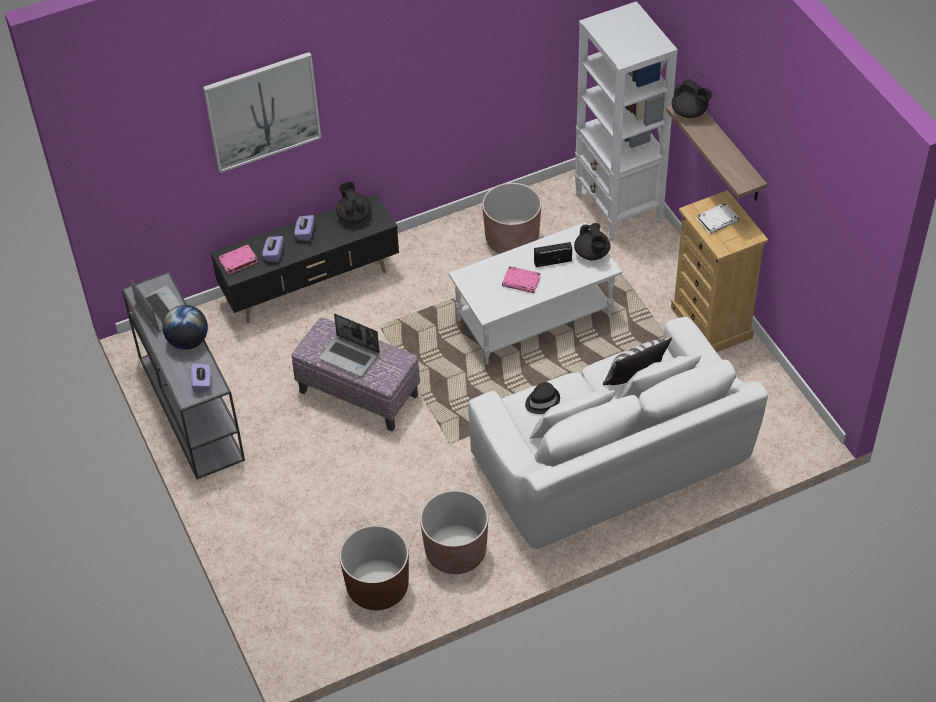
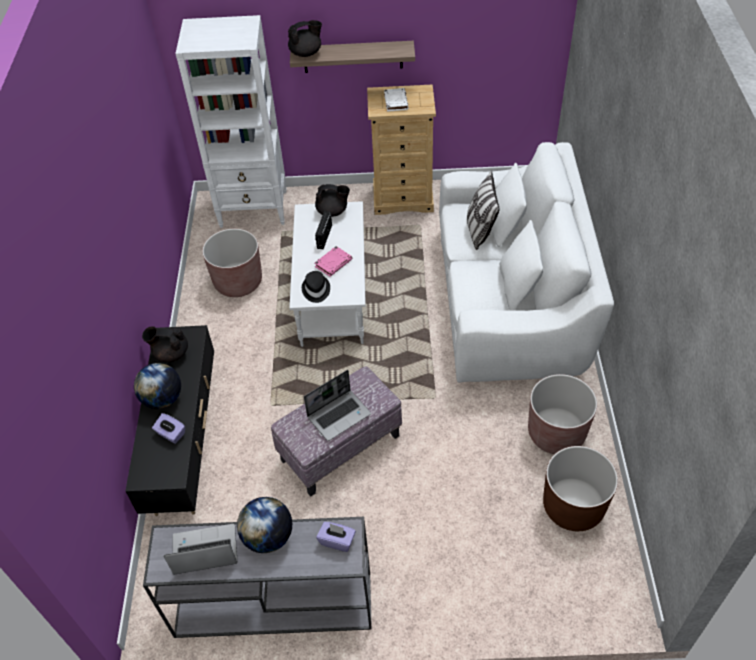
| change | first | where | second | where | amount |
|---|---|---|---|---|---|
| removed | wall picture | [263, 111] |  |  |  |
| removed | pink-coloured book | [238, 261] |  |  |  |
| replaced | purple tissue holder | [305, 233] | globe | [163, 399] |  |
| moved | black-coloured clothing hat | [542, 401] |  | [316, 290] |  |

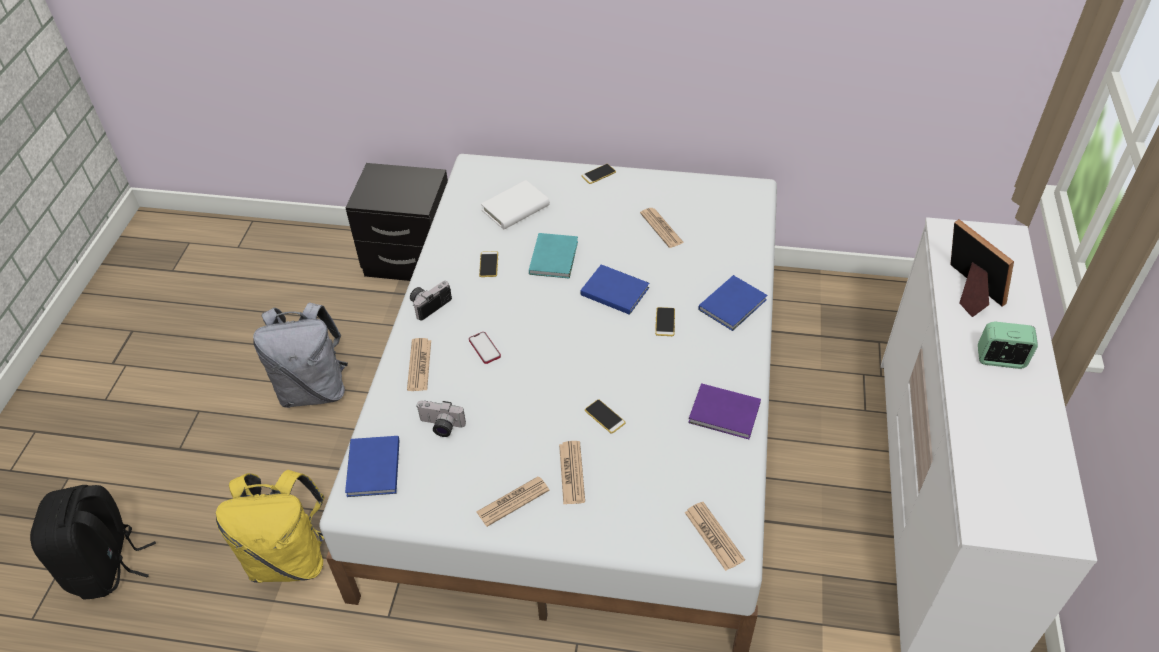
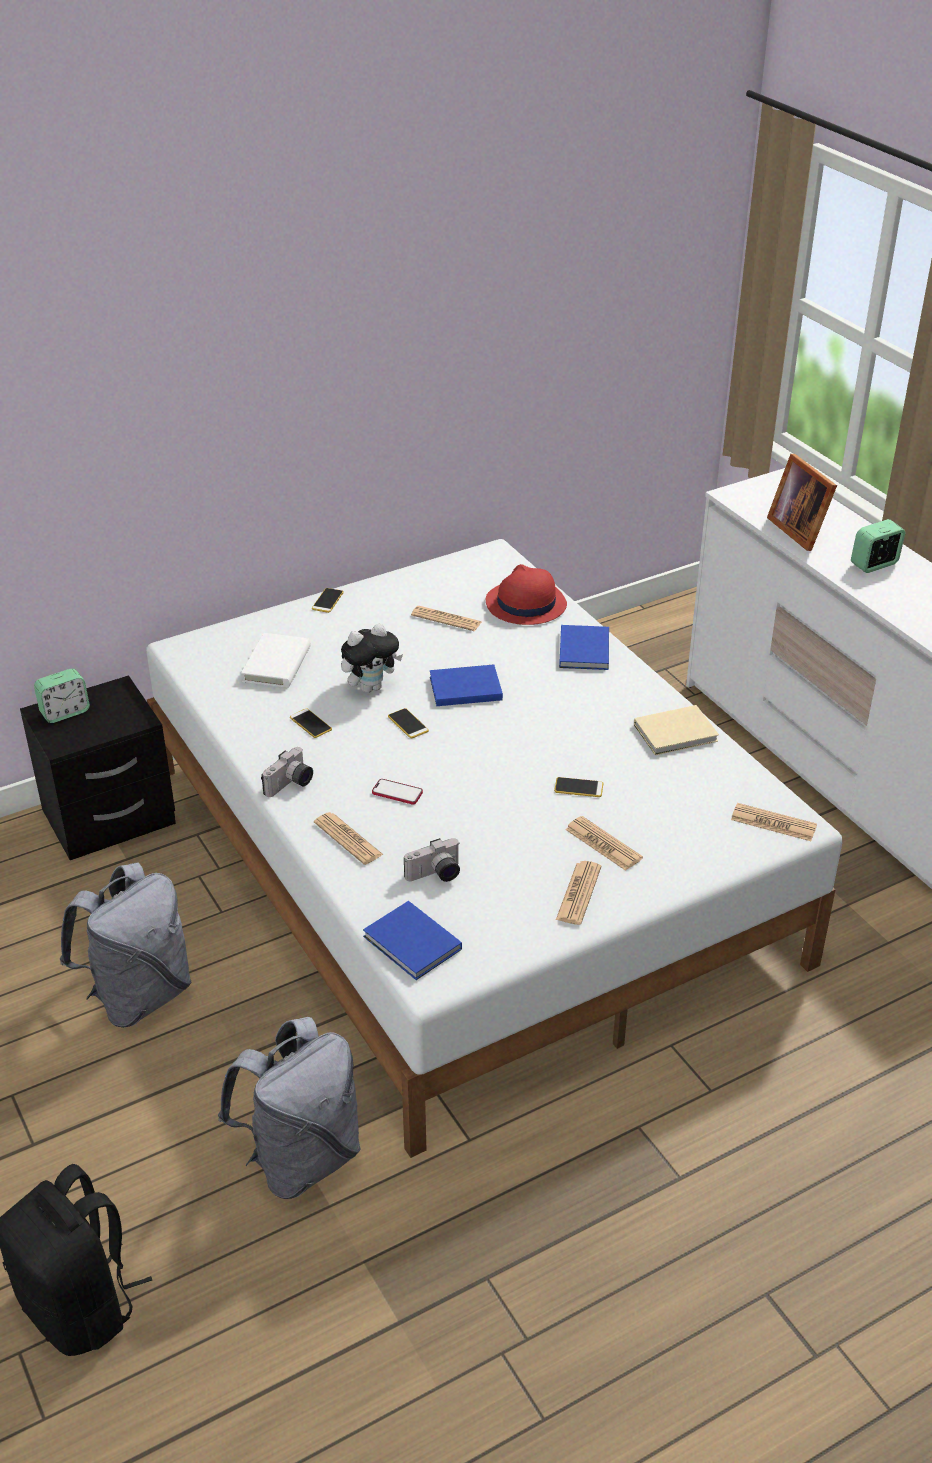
| change | first | where | second | where | amount |
|---|---|---|---|---|---|
| recoloured | yellow-coloured backpack | [290, 558] | gray backpack | [301, 1158] |  |
| turned | still camera | [429, 304] |  | [291, 785] | 150 degrees counterclockwise |
| replaced | turquoise book | [555, 256] | plush toy | [371, 687] |  |
| moved | handset | [665, 322] |  | [408, 724] |  |
| recoloured | purple book | [726, 414] | beige book | [678, 733] |  |
| turned | picture frame | [969, 292] |  | [799, 530] | 135 degrees counterclockwise |
| added |  |  | alarm clock | [65, 712] |  |
| added |  |  | red clothing hat | [525, 604] |  |

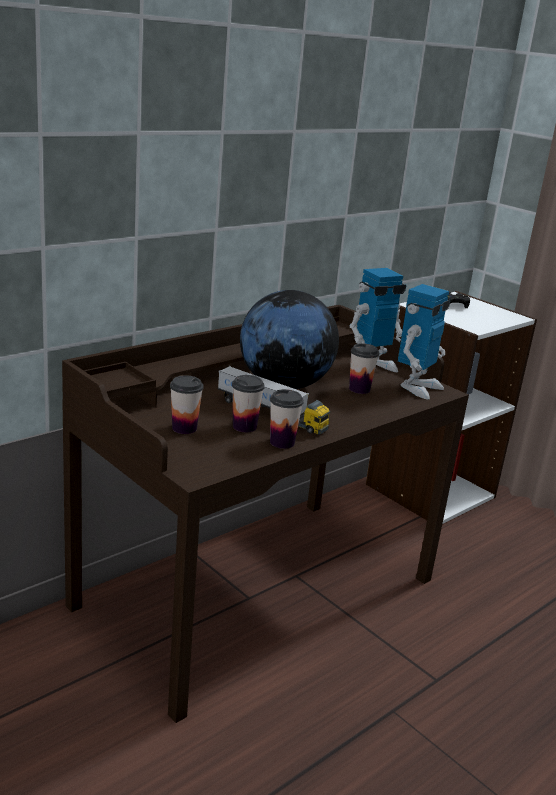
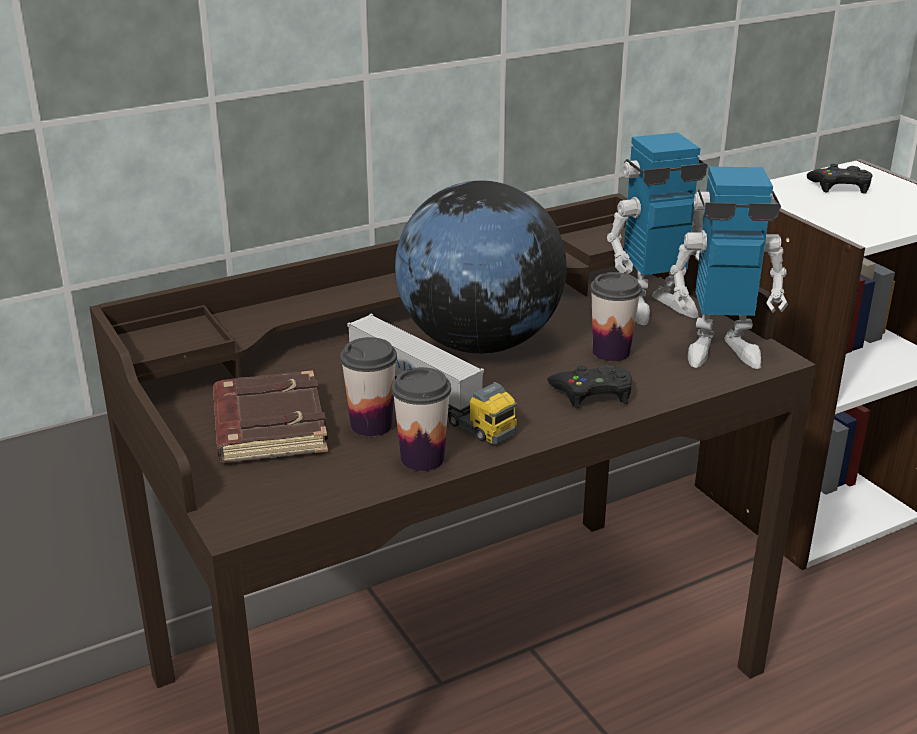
| change | first | where | second | where | amount |
|---|---|---|---|---|---|
| replaced | cup | [184, 428] | brown book | [267, 426] |  |
| turned | model robot | [417, 387] |  | [720, 350] | 45 degrees clockwise |
| added |  |  | black-coloured joypad | [593, 393] |  |

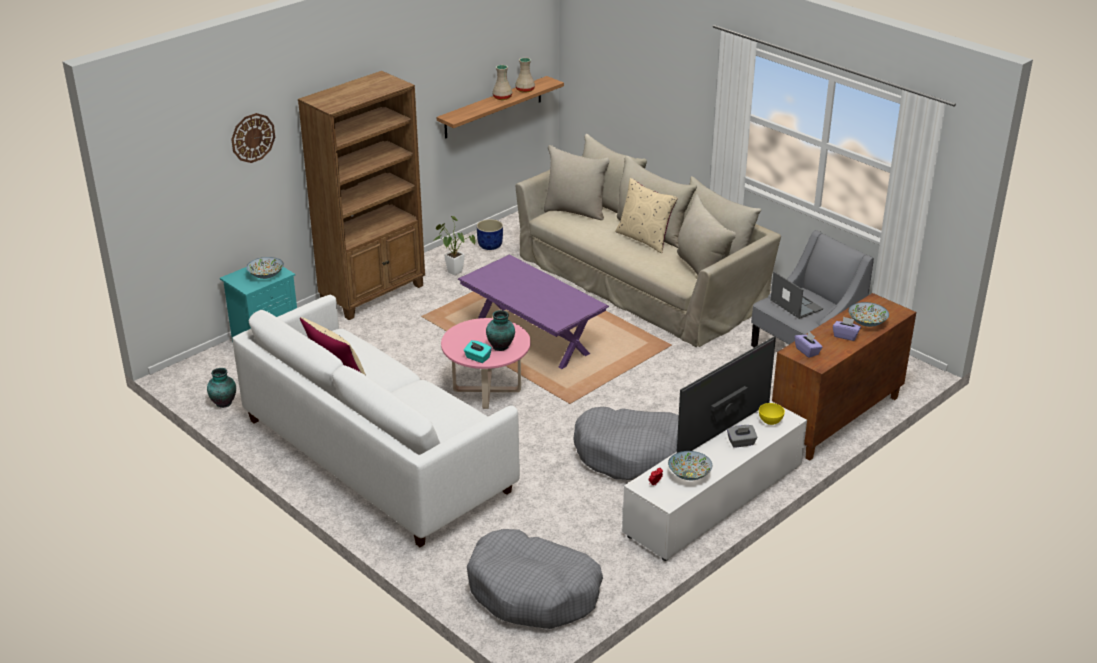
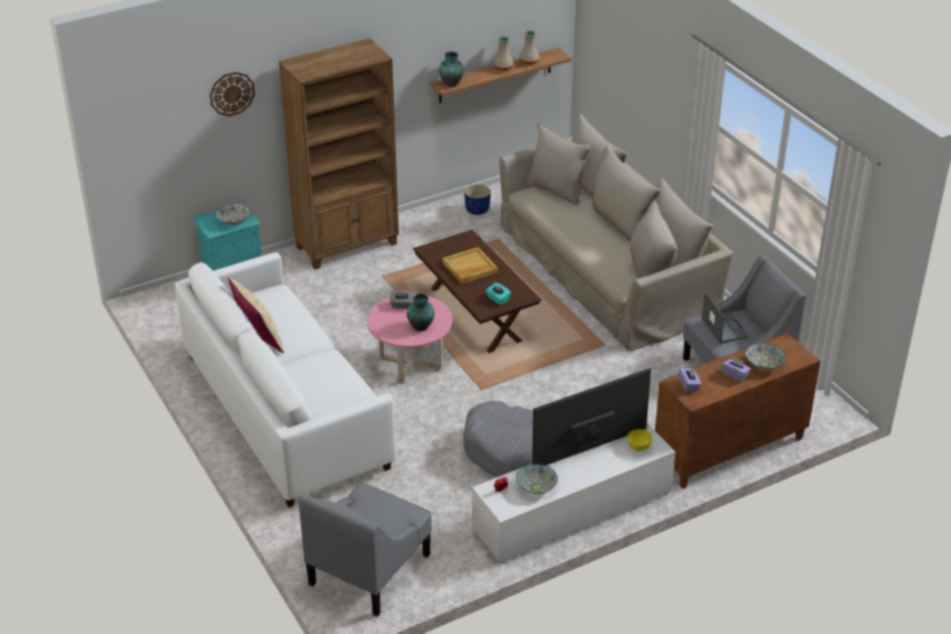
| change | first | where | second | where | amount |
|---|---|---|---|---|---|
| moved | decorative vase | [224, 402] |  | [451, 83] |  |
| removed | potted plant | [453, 271] |  |  |  |
| recoloured | purple coffee table | [532, 337] | brown coffee table | [476, 315] |  |
| moved | turquoise tissue holder | [477, 358] |  | [498, 299] |  |
| replaced | gray dog bed | [533, 592] | gray armchair | [369, 569] |  |
| removed | beige pillow | [644, 239] |  |  |  |
| moved | gray tissue holder | [741, 443] |  | [402, 305] |  |
| added |  |  | beige serving tray | [469, 267] |  |

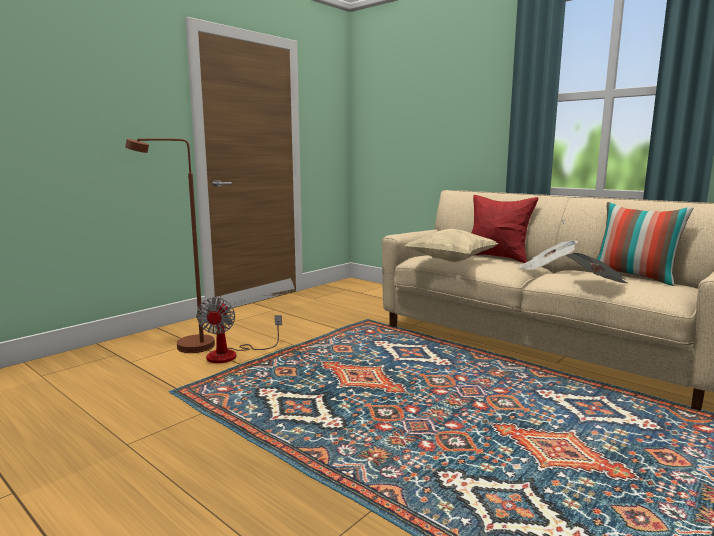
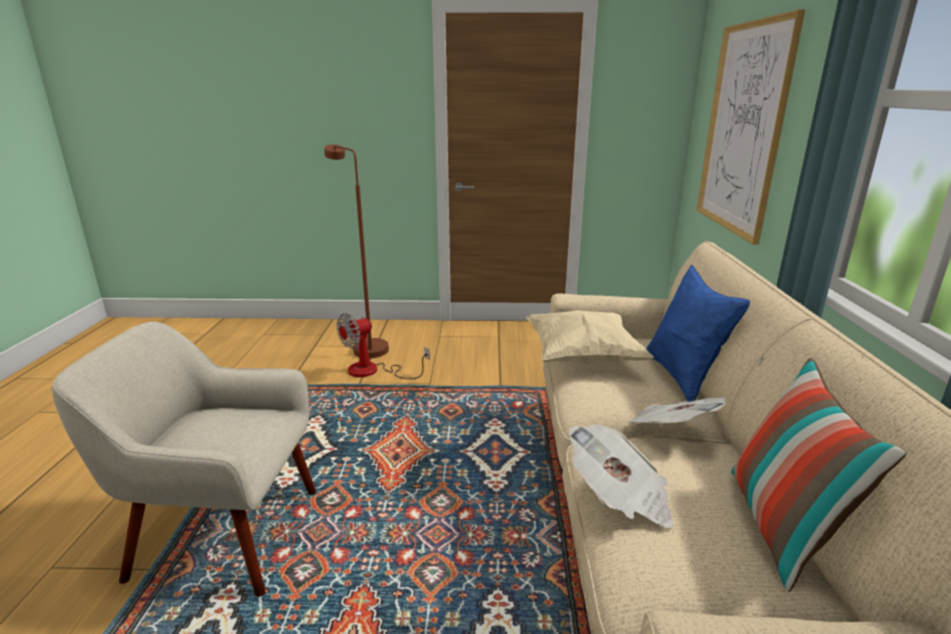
| change | first | where | second | where | amount |
|---|---|---|---|---|---|
| recoloured | red pillow | [497, 258] | blue-coloured pillow | [683, 377] |  |
| added |  |  | beige armchair | [223, 534] |  |
| added |  |  | wall picture | [743, 129] |  |

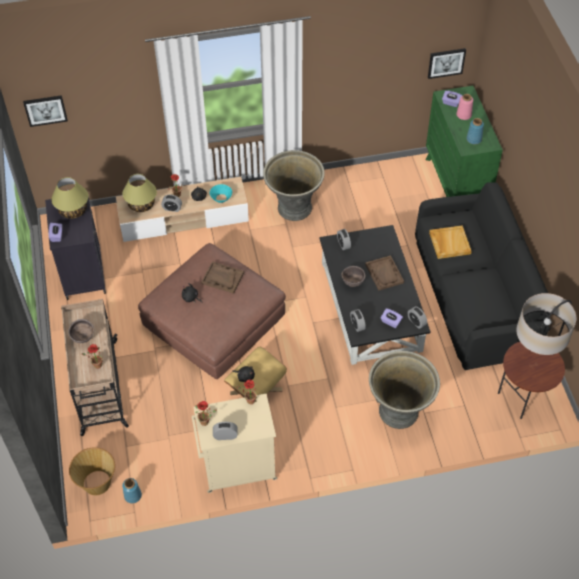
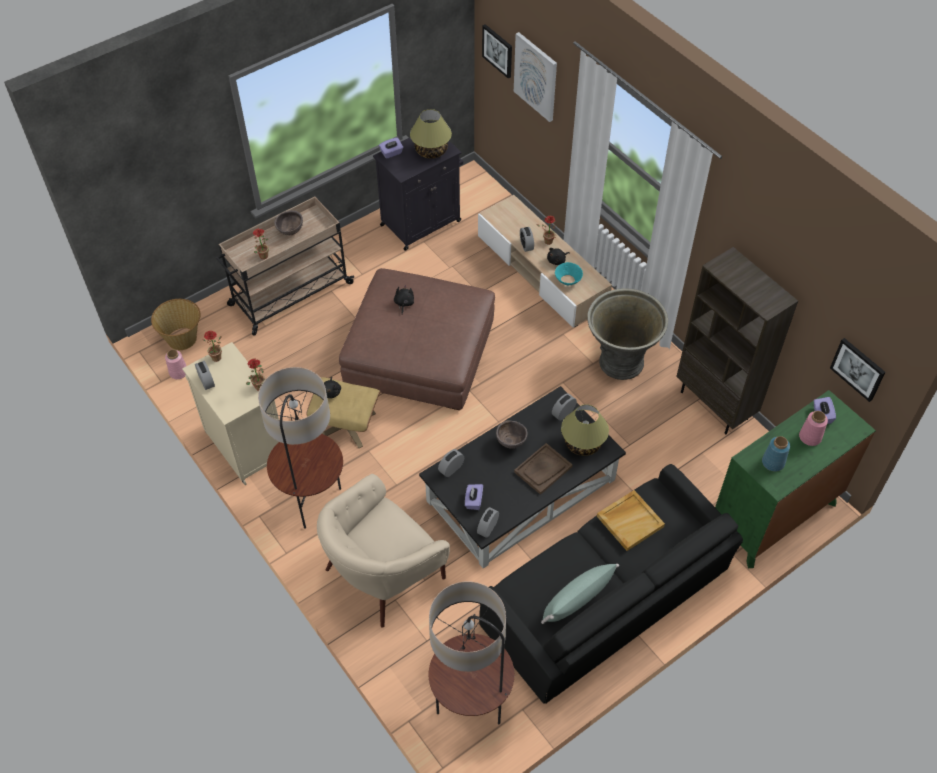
| change | first | where | second | where | amount |
|---|---|---|---|---|---|
| moved | lamp for a table | [141, 204] |  | [583, 443] |  |
| recoloured | blue-coloured decorative vase | [132, 496] | pink-coloured decorative vase | [178, 372] |  |
| removed | brown serving tray | [222, 278] |  |  |  |
| replaced | gray plant pot | [399, 412] | beige armchair | [383, 573] |  |
| added |  |  | floor lamp | [313, 503] |  |
| added |  |  | wall picture | [536, 76] |  |
| added |  |  | green pillow | [577, 600] |  |
| added |  |  | brown bookcase | [715, 405] |  |

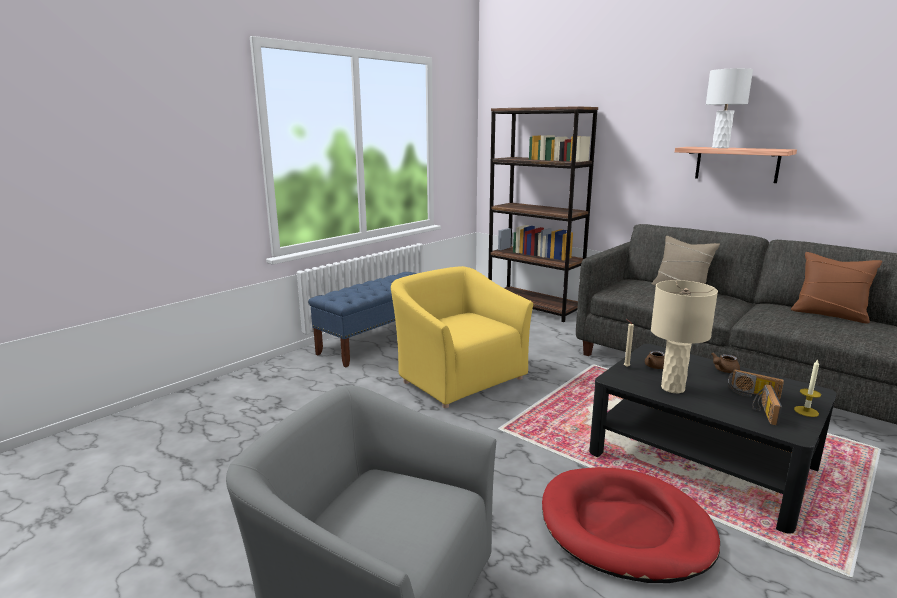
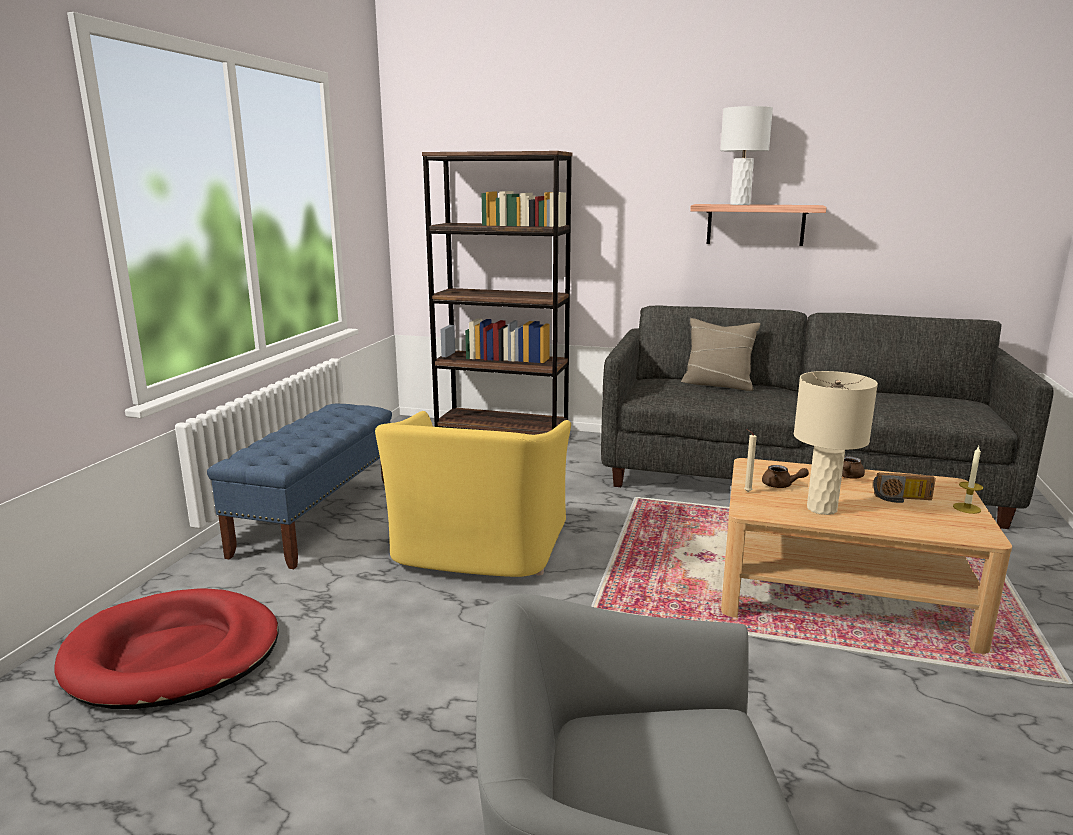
| change | first | where | second | where | amount |
|---|---|---|---|---|---|
| turned | yellow-coloured armchair | [458, 377] |  | [478, 549] | 105 degrees counterclockwise |
| moved | red dog bed | [625, 528] |  | [173, 655] |  |
| recoloured | black-coloured coffee table | [701, 460] | beige coffee table | [842, 591] |  |
| removed | radio receiver | [763, 412] |  |  |  |
| removed | brown pillow | [829, 314] |  |  |  |

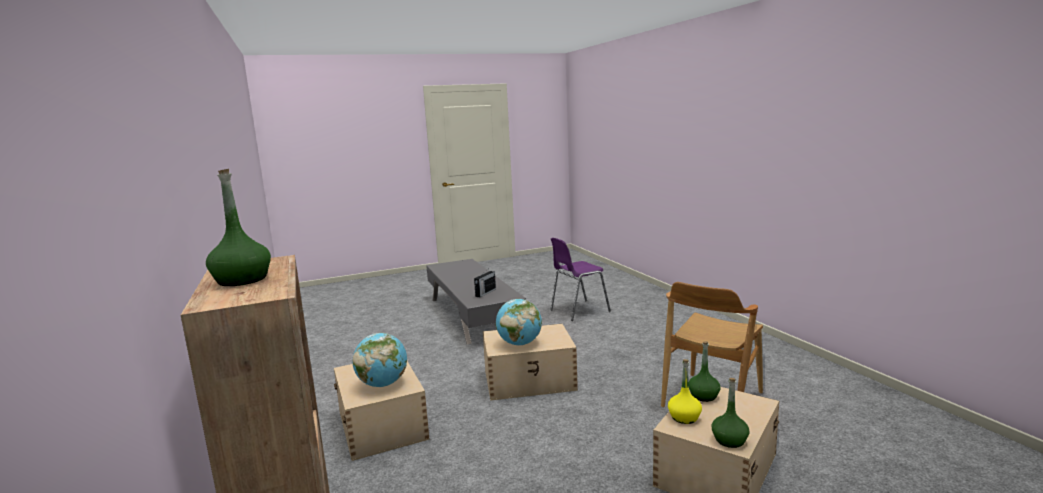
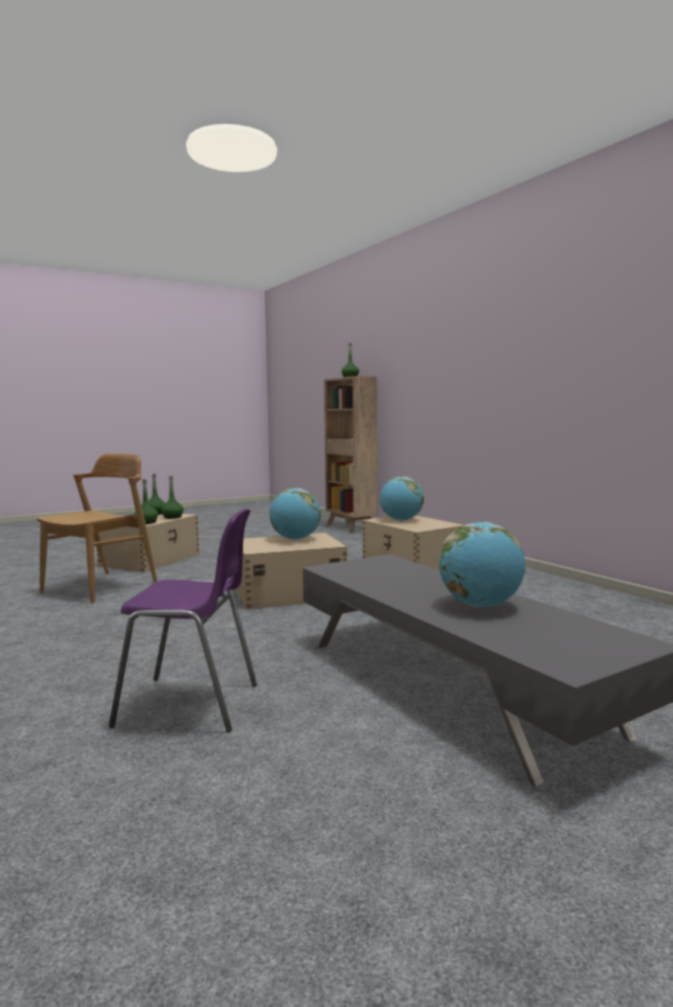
| change | first | where | second | where | amount |
|---|---|---|---|---|---|
| removed | radio receiver | [485, 293] |  |  |  |
| turned | purple upright chair | [578, 311] |  | [192, 705] | 45 degrees clockwise |
| recoloured | yellow-coloured drink bottle | [684, 417] | green drink bottle | [172, 517] |  |
| added |  |  | globe | [480, 605] |  |

